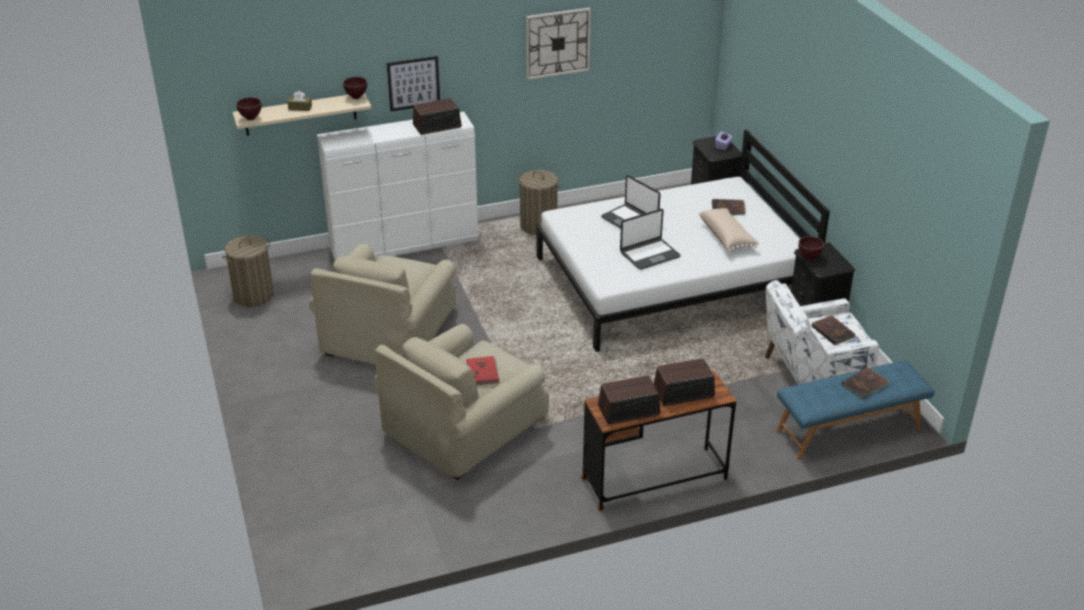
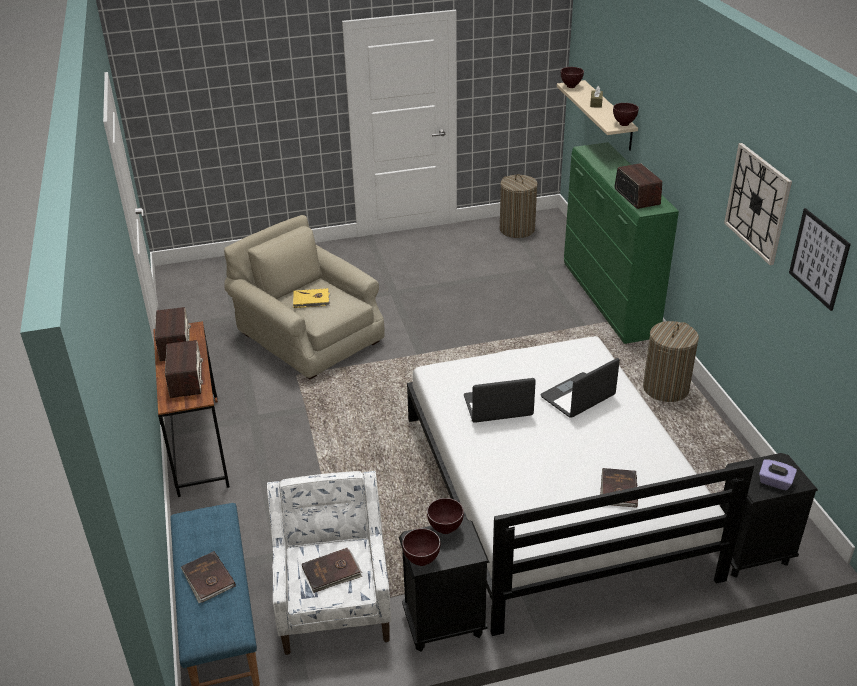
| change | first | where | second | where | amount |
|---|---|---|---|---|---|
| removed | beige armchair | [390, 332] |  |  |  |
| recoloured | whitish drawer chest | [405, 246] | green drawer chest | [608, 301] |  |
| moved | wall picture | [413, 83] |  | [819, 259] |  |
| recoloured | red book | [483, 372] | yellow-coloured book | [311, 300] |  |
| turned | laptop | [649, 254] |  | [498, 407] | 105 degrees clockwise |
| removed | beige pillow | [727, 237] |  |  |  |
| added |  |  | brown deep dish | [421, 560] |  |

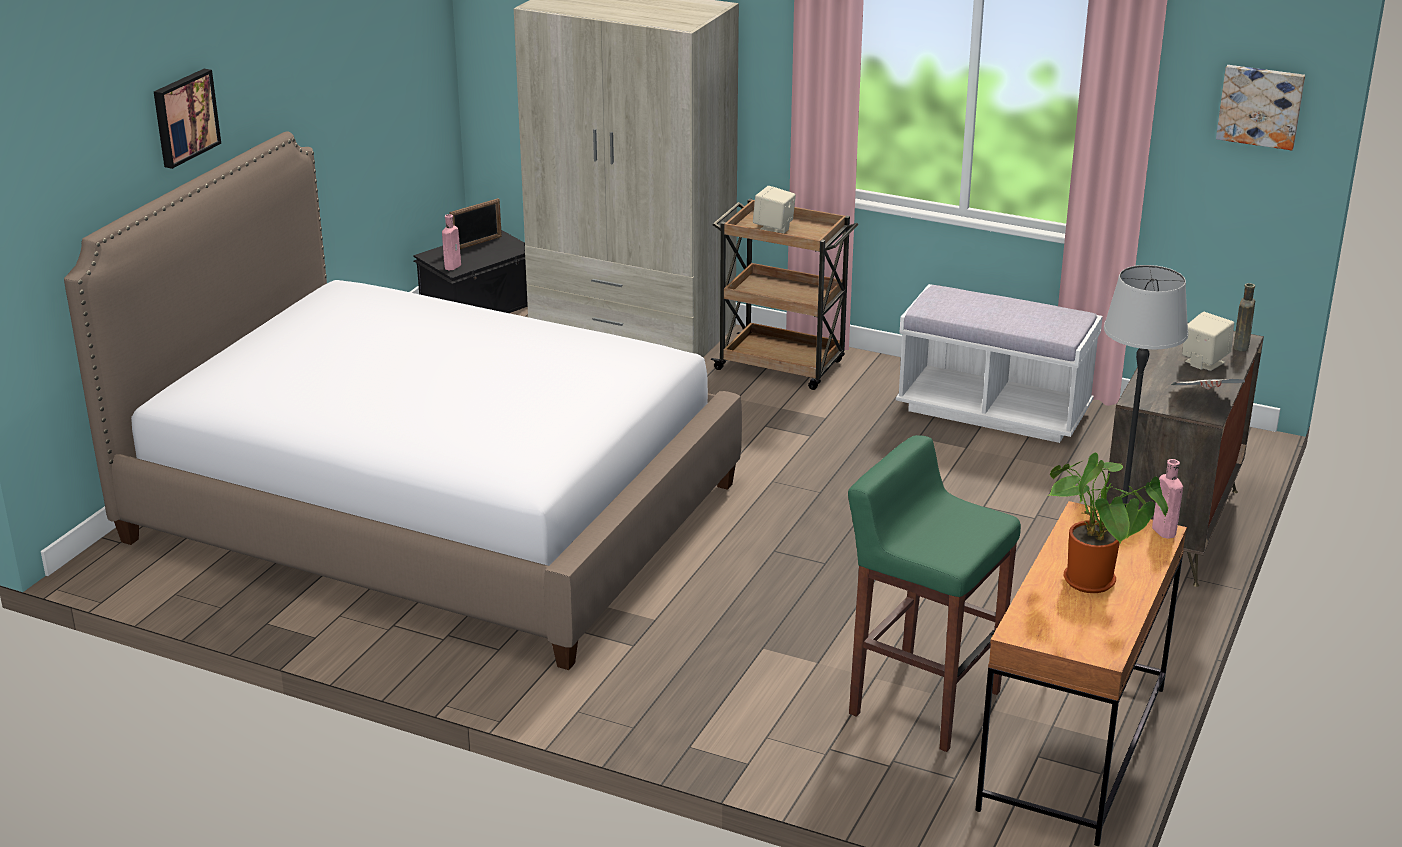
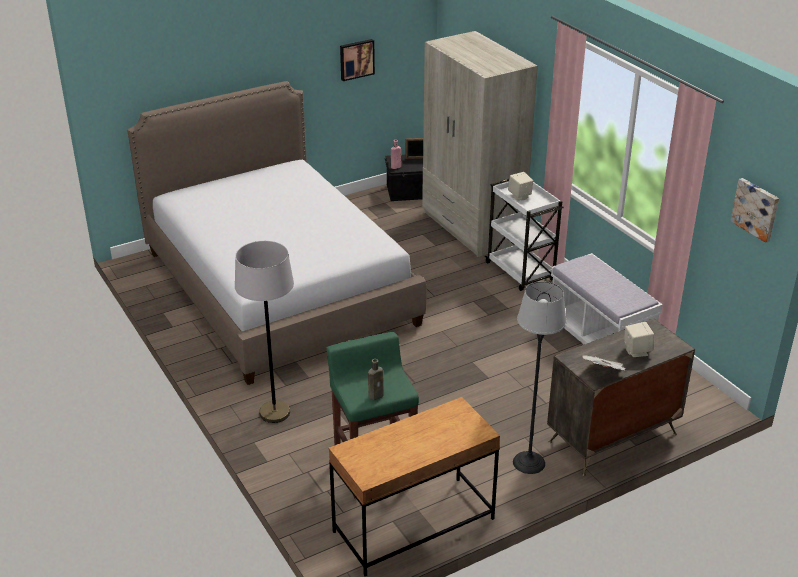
| change | first | where | second | where | amount |
|---|---|---|---|---|---|
| moved | wall picture | [184, 117] |  | [356, 59] |  |
| recoloured | brown wheeled cart | [782, 366] | whitish wheeled cart | [520, 272] |  |
| removed | potted plant | [1095, 583] |  |  |  |
| removed | pink-coloured drink bottle | [1165, 532] |  |  |  |
| moved | brown drink bottle | [1241, 345] |  | [377, 395] |  |
| added |  |  | gray floor lamp | [274, 412] |  |

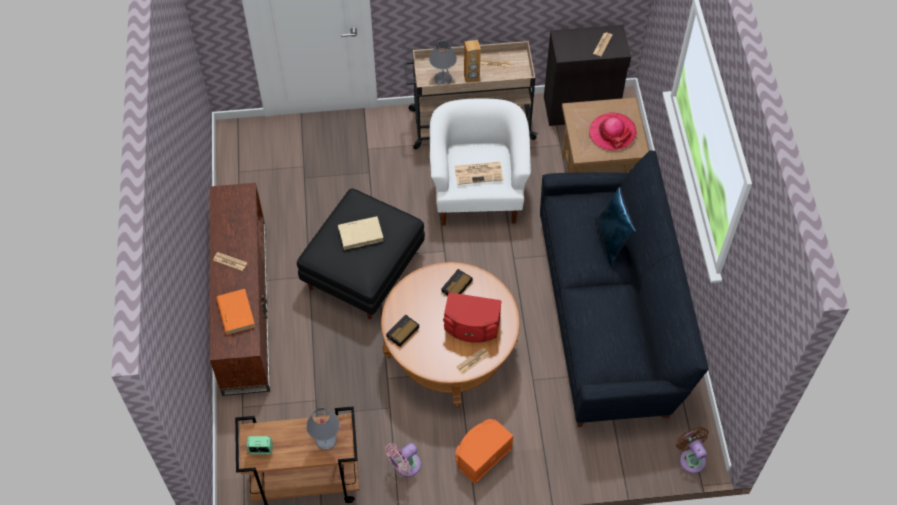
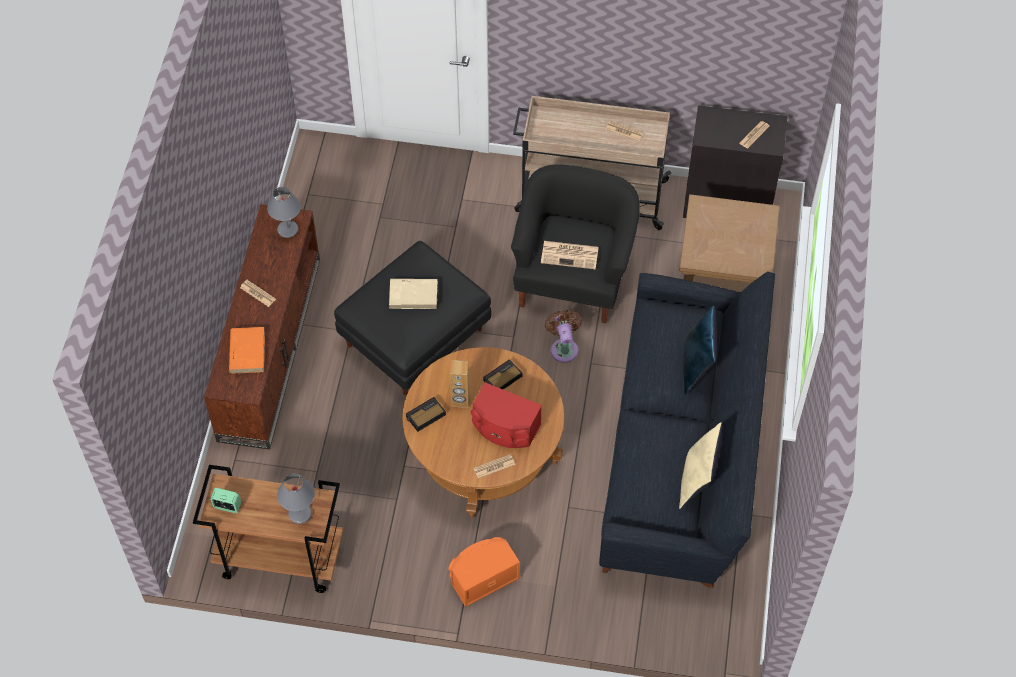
| change | first | where | second | where | amount |
|---|---|---|---|---|---|
| removed | pink-coloured cooling fan | [405, 466] |  |  |  |
| moved | gray lamp for a table | [442, 79] |  | [287, 229] |  |
| recoloured | whitish armchair | [478, 193] | black-coloured armchair | [573, 279] |  |
| moved | brown loudspeaker | [471, 78] |  | [460, 400] |  |
| removed | clothing hat | [612, 133] |  |  |  |
| moved | brown cooling fan | [691, 458] |  | [564, 348] |  |
| added |  |  | beige pillow | [697, 481] |  |

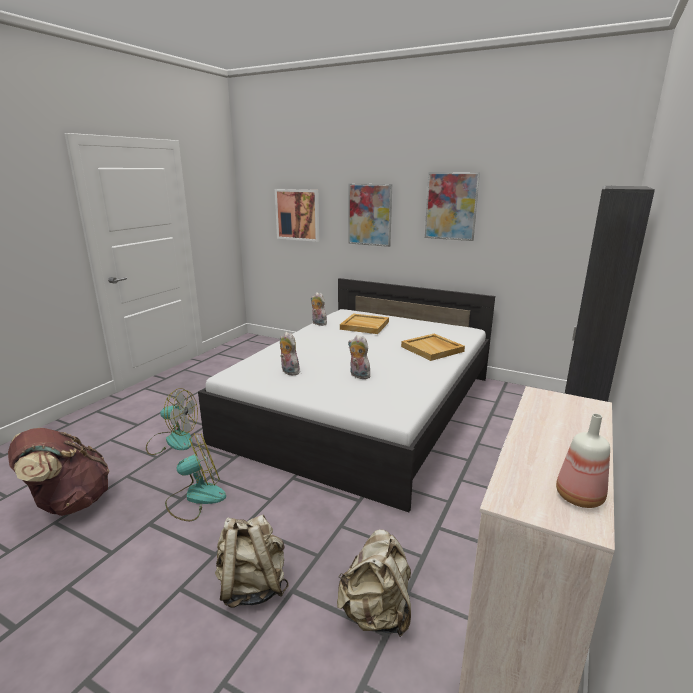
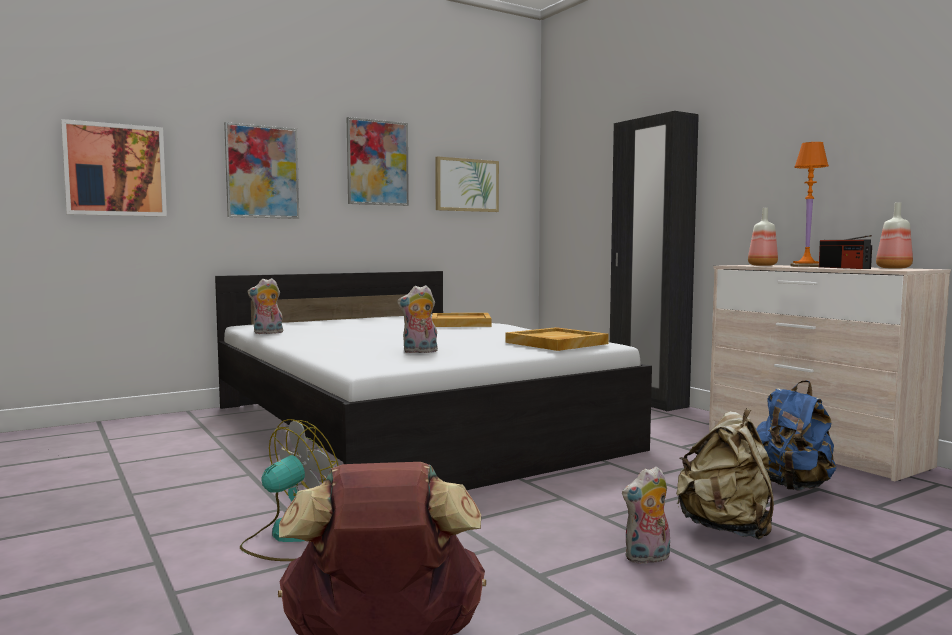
| change | first | where | second | where | amount |
|---|---|---|---|---|---|
| removed | cooling fan | [196, 498] |  |  |  |
| recoloured | beige backpack | [376, 613] | blue-coloured backpack | [791, 487] |  |
| moved | beige serving tray | [364, 326] |  | [556, 343] |  |
| moved | plush toy | [358, 376] |  | [647, 558] |  |
| added |  |  | wall picture | [466, 185] |  |
| added |  |  | drink bottle | [761, 265] |  |
| added |  |  | orange lamp for a table | [807, 266] |  |
| added |  |  | radio receiver | [844, 268] |  |

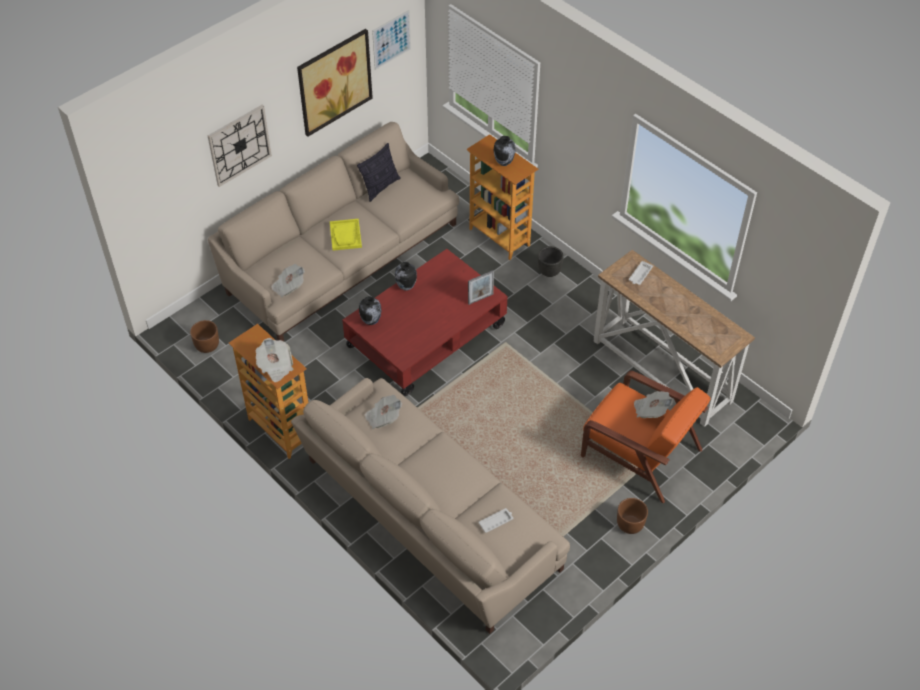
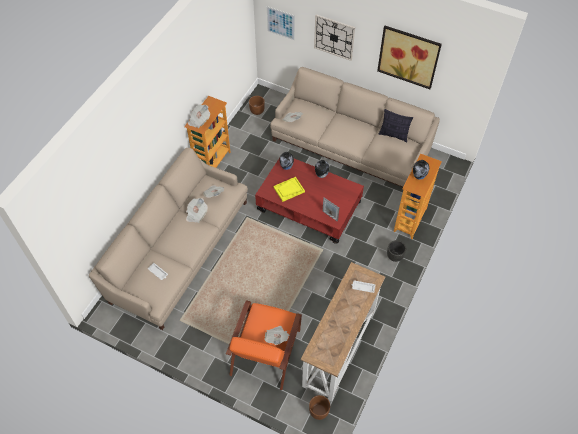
| change | first | where | second | where | amount |
|---|---|---|---|---|---|
| moved | yellow-coloured serving tray | [345, 235] |  | [289, 190] |  |
| moved | wall picture | [391, 39] |  | [280, 23] |  |
| moved | brown plant pot | [630, 524] |  | [319, 411] |  |
| added |  |  | printed paper | [196, 214] |  |

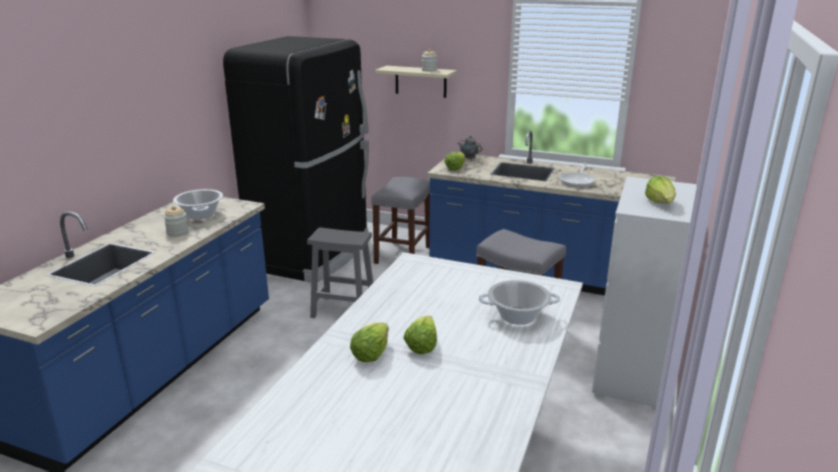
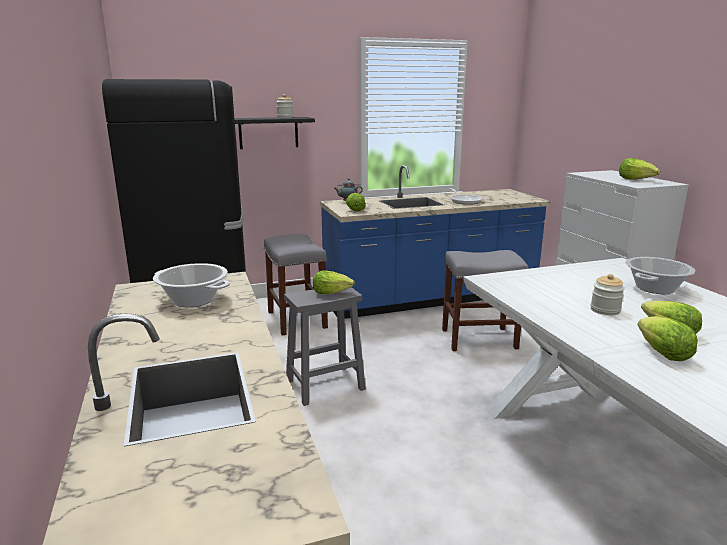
| change | first | where | second | where | amount |
|---|---|---|---|---|---|
| moved | storage jar | [177, 232] |  | [605, 310] |  |
| recoloured | beige bracket shelf | [420, 81] | black-coloured bracket shelf | [268, 132] |  |
| added |  |  | lettuce head | [331, 292] |  |

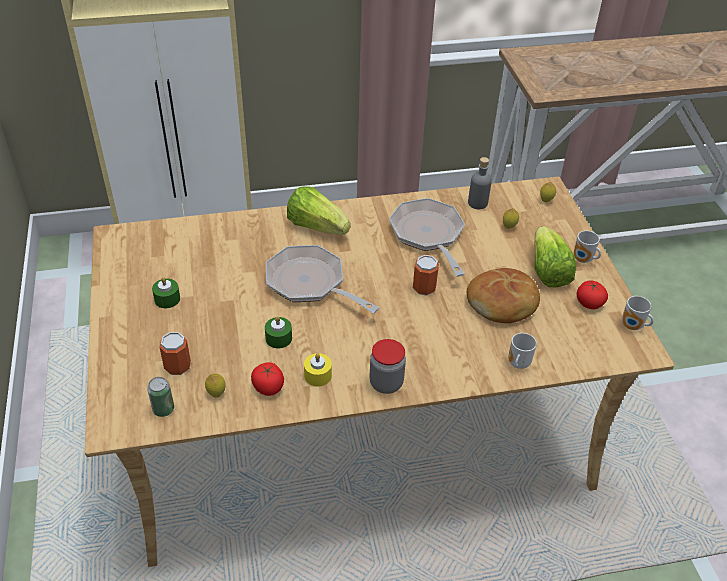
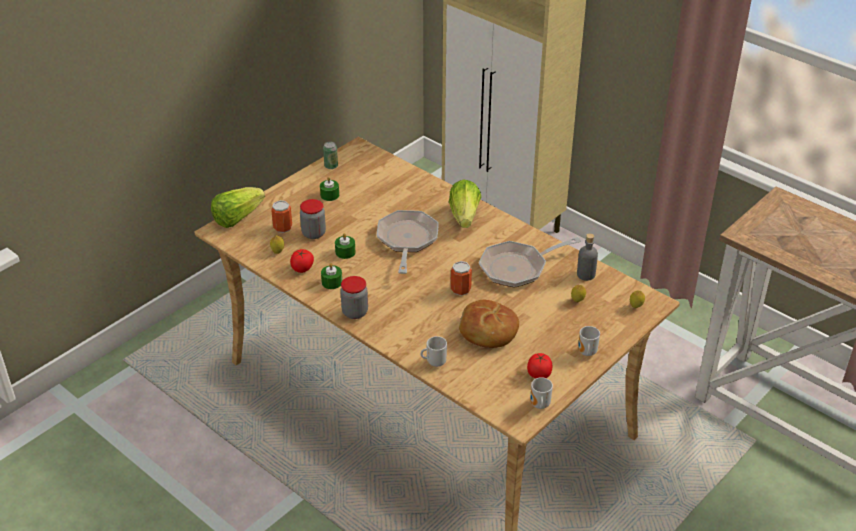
| change | first | where | second | where | amount |
|---|---|---|---|---|---|
| moved | sealed can | [163, 409] |  | [331, 166] |  |
| recoloured | yellow-coloured wax light | [318, 375] | green wax light | [332, 282] |  |
| turned | frying pan | [428, 235] |  | [518, 267] | 150 degrees counterclockwise |
| moved | lettuce head | [547, 271] |  | [237, 218] |  |
| added |  |  | storage jar | [313, 233] |  |

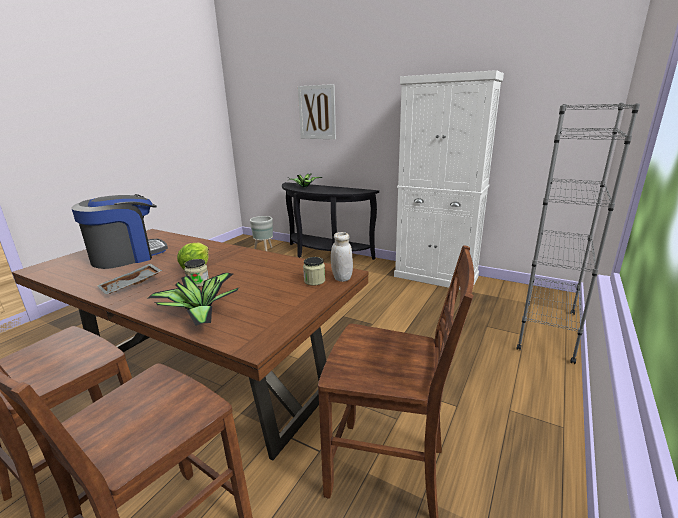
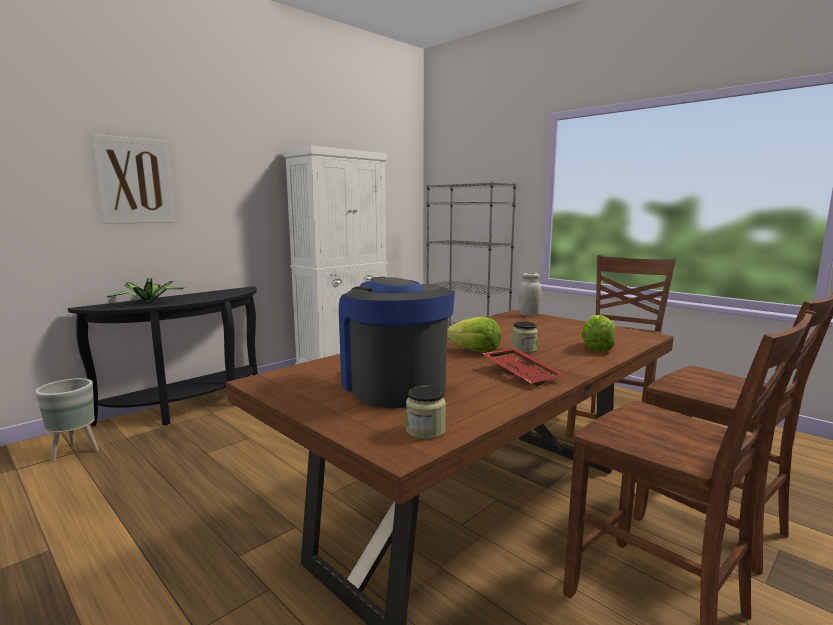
| change | first | where | second | where | amount |
|---|---|---|---|---|---|
| recoloured | gray serving tray | [132, 285] | red serving tray | [522, 374] |  |
| replaced | potted plant | [200, 312] | lettuce head | [596, 348] |  |
| moved | storage jar | [314, 281] |  | [425, 431] |  |

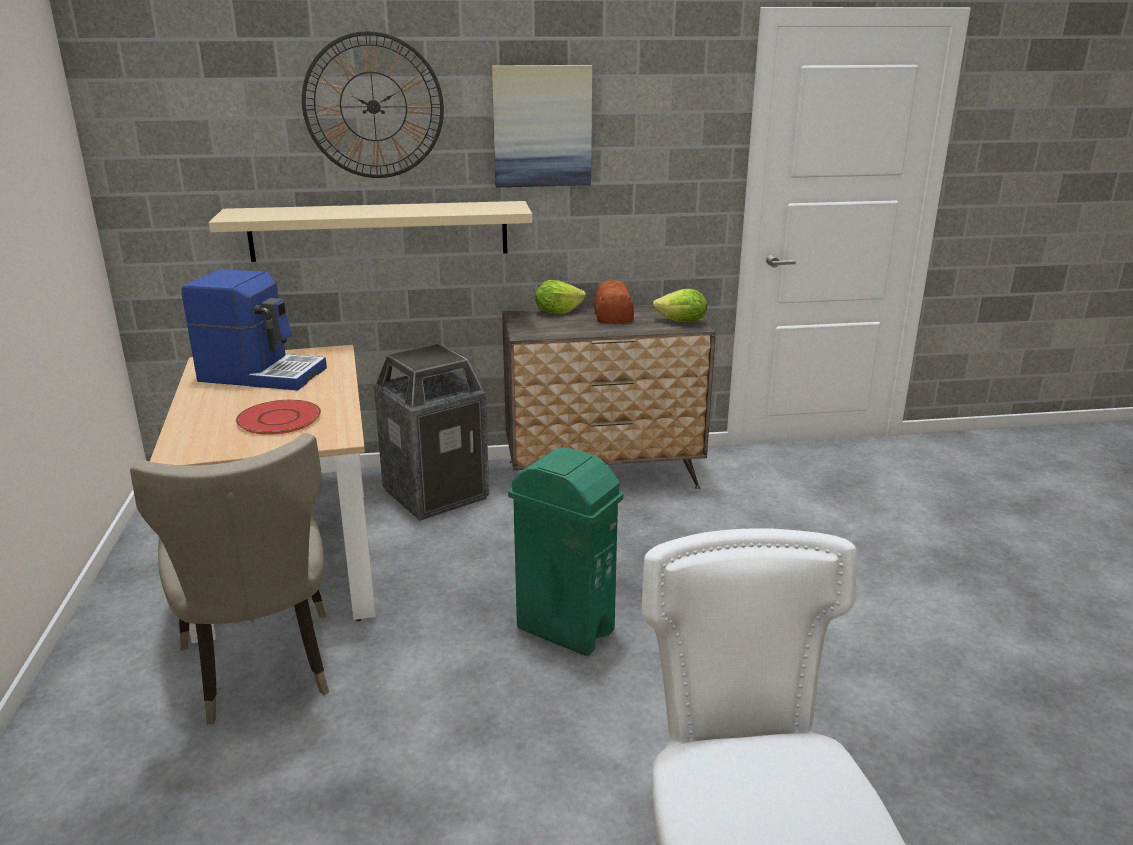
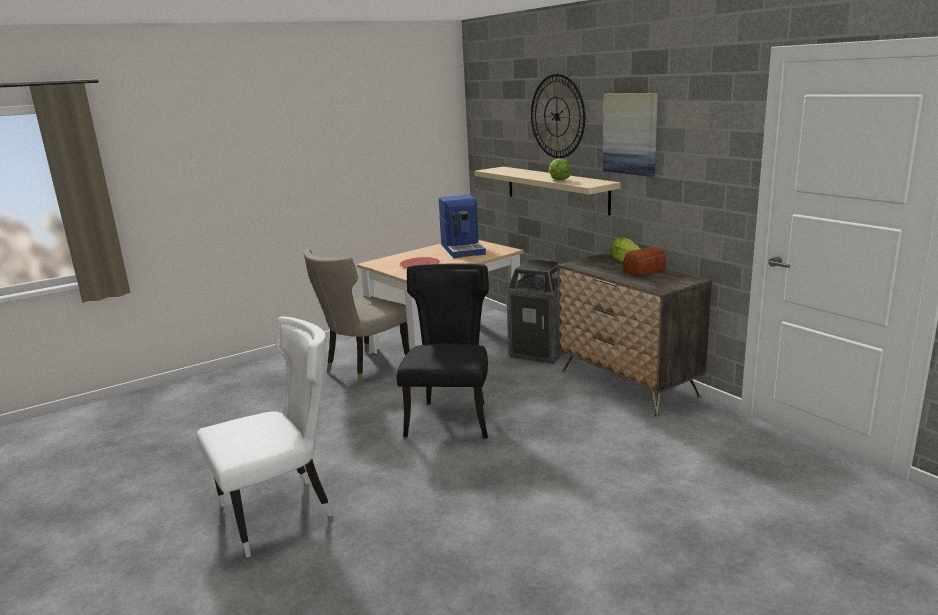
| change | first | where | second | where | amount |
|---|---|---|---|---|---|
| replaced | green trash can | [564, 628] | black-coloured upright chair | [451, 418] |  |
| moved | lettuce head | [682, 322] |  | [558, 180] |  |

